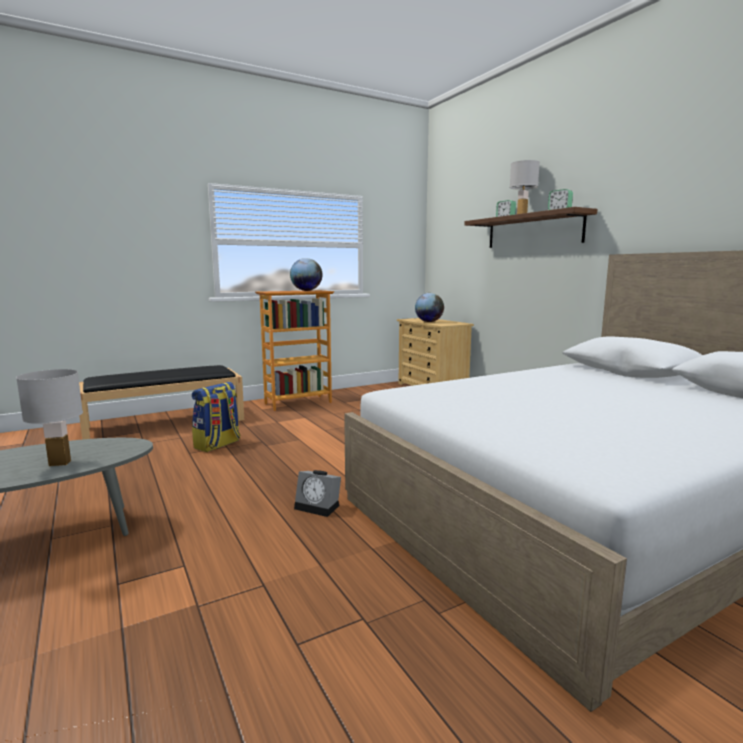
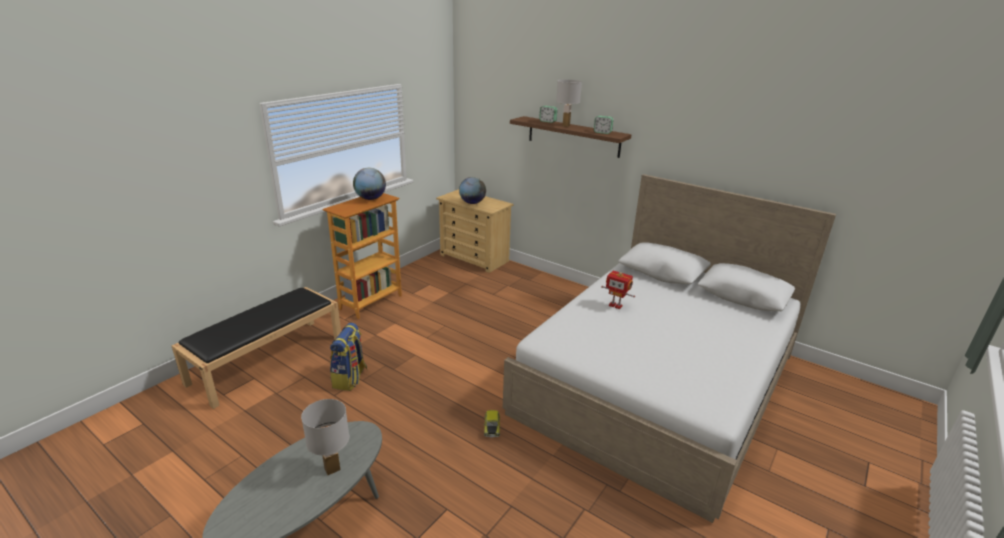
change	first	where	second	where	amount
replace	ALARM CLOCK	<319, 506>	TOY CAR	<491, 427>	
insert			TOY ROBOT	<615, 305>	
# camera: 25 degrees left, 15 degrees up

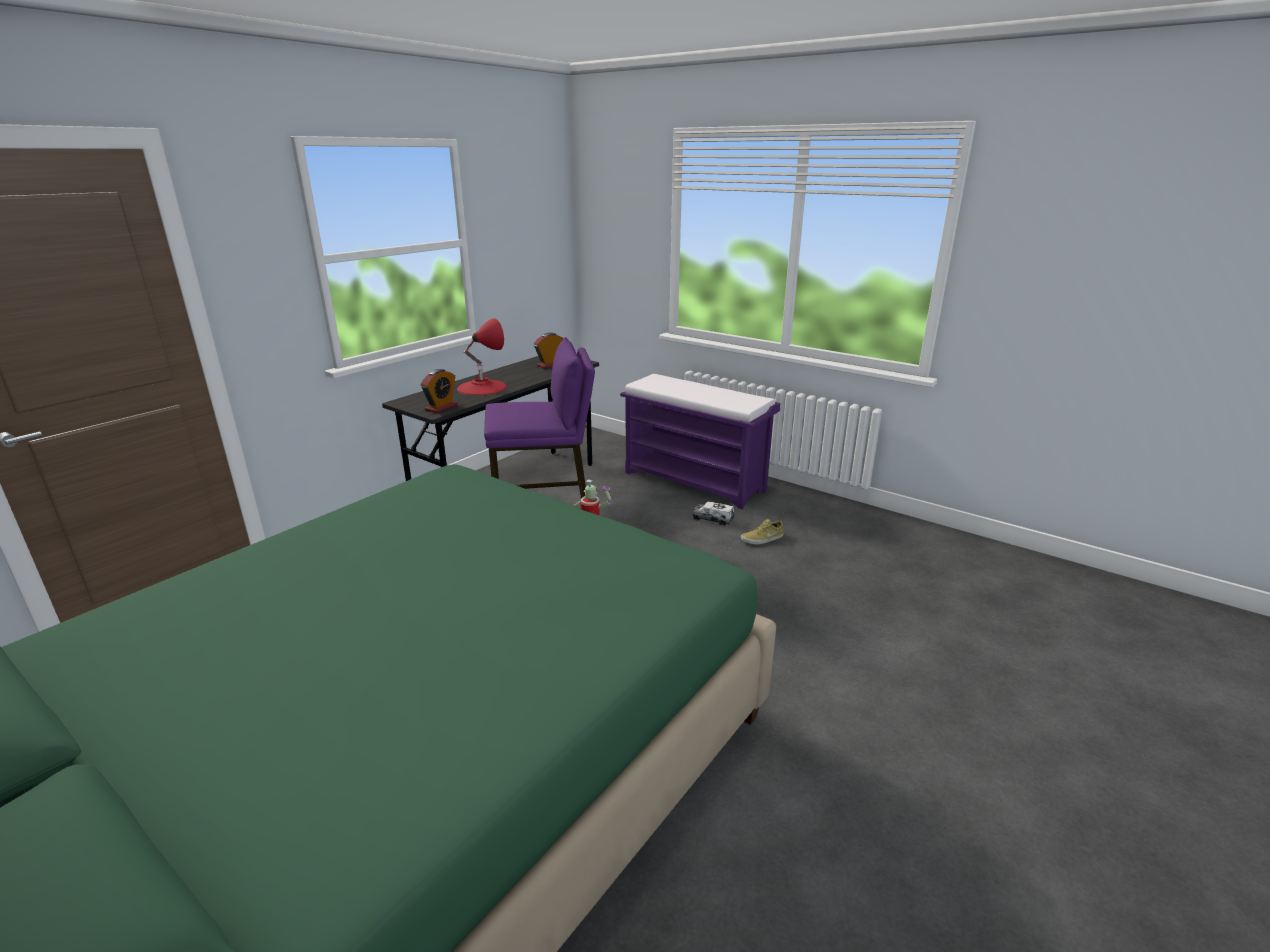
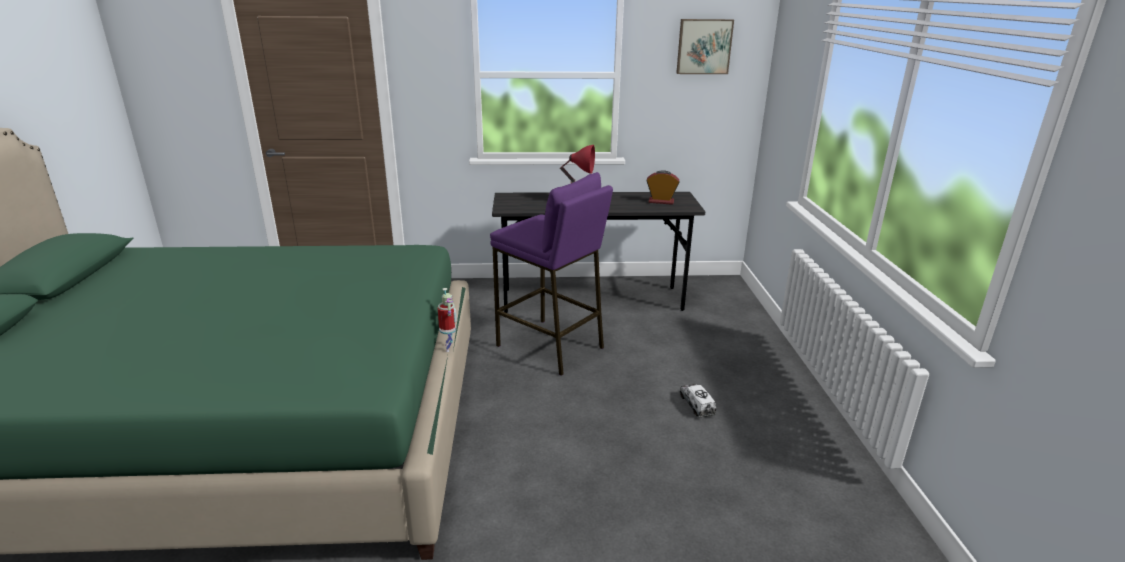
change	first	where	second	where	amount
delete	ALARM CLOCK	<441, 407>			
delete	PURPLE BENCH	<695, 481>			
delete	BEIGE SHOE	<762, 539>			
insert			PICTURE	<704, 46>	
# camera: 50 degrees right, 0 degrees up

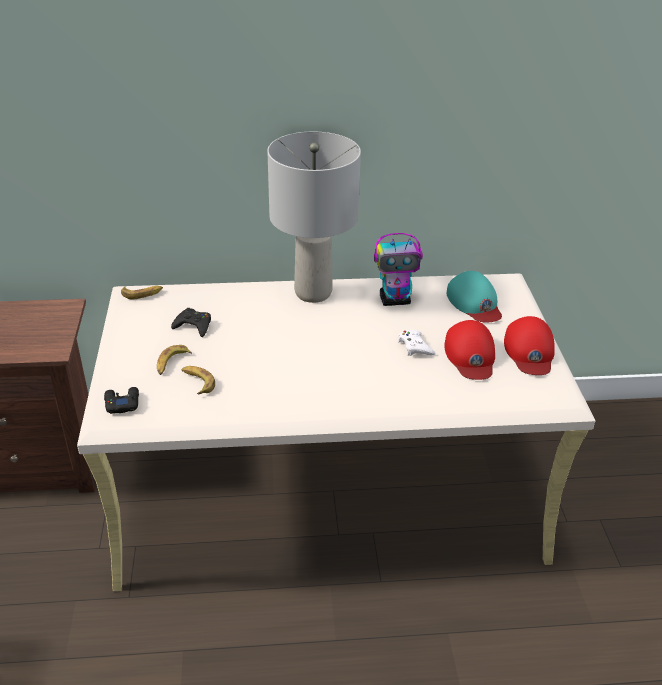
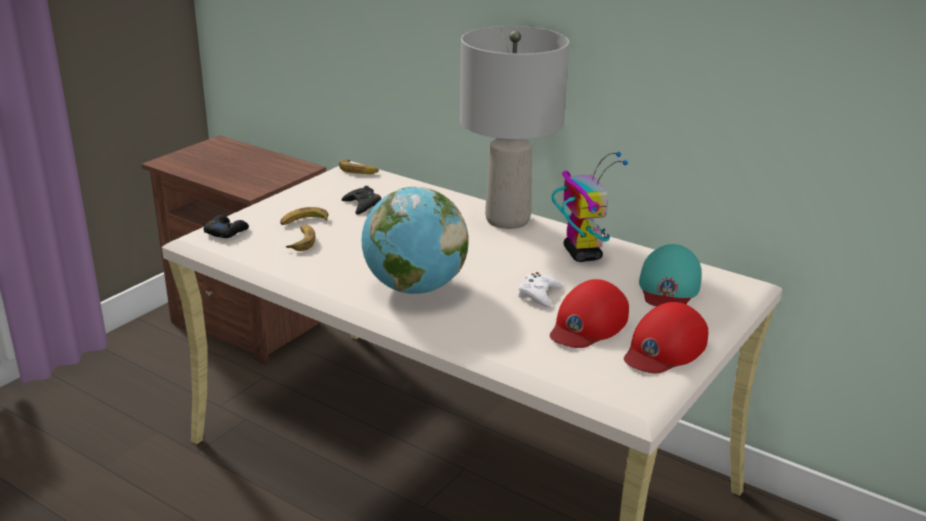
change	first	where	second	where	amount
rotate	TOY ROBOT	<395, 300>		<581, 254>	135 degrees counterclockwise
insert			GLOBE	<414, 288>	
# camera: 40 degrees right, 10 degrees down

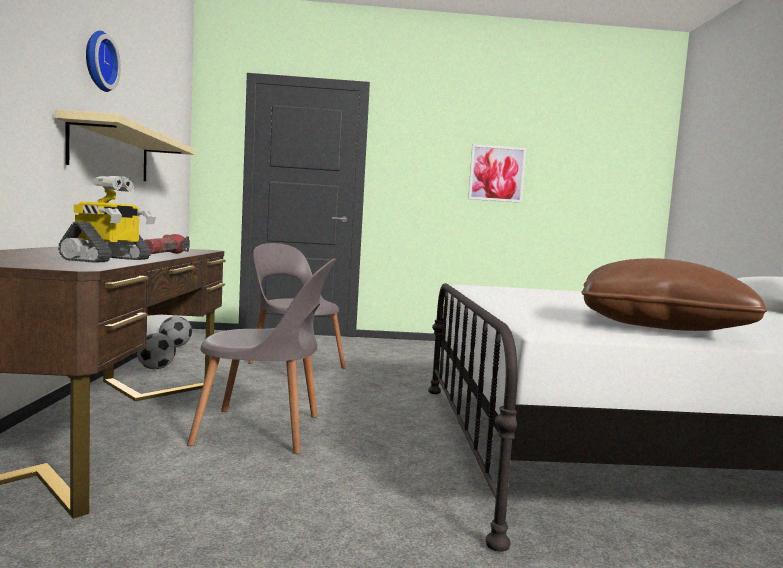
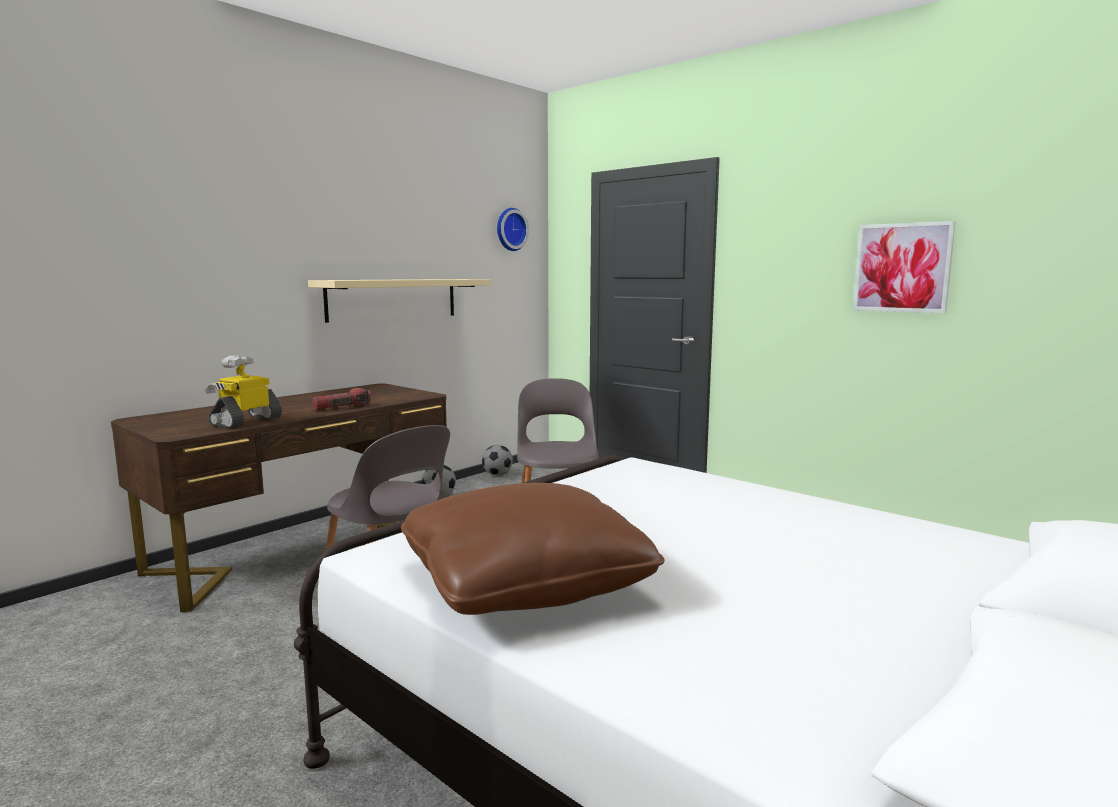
change	first	where	second	where	amount
rotate	TOY ROBOT	<108, 260>		<246, 421>	150 degrees clockwise
move	WALL CLOCK	<98, 61>		<510, 229>	
# camera: 45 degrees right, 5 degrees up

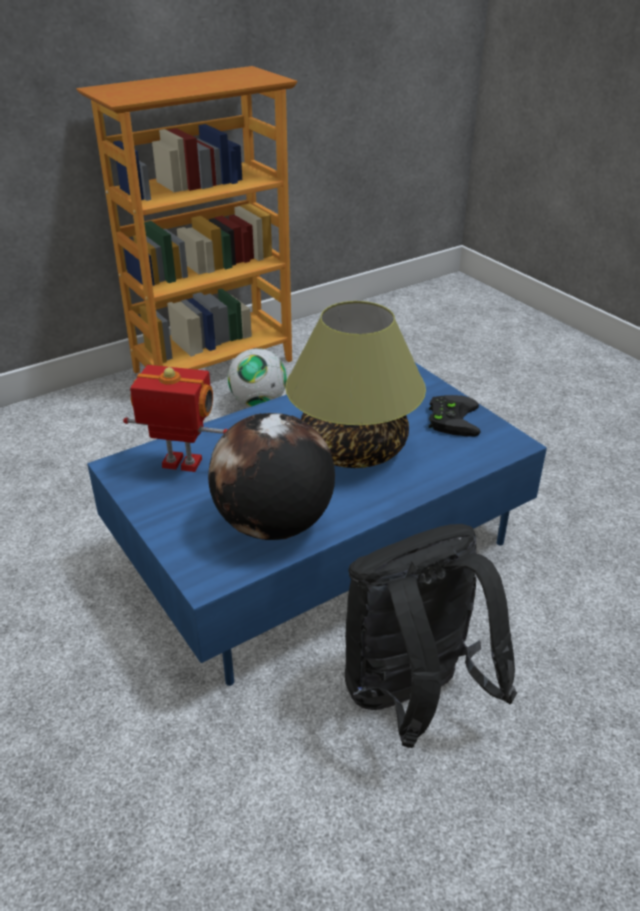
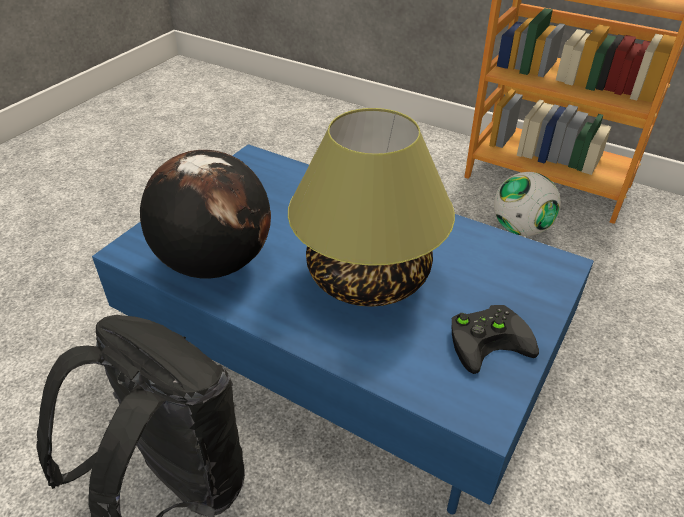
change	first	where	second	where	amount
delete	TOY ROBOT	<181, 465>			
# camera: 65 degrees right, 5 degrees up

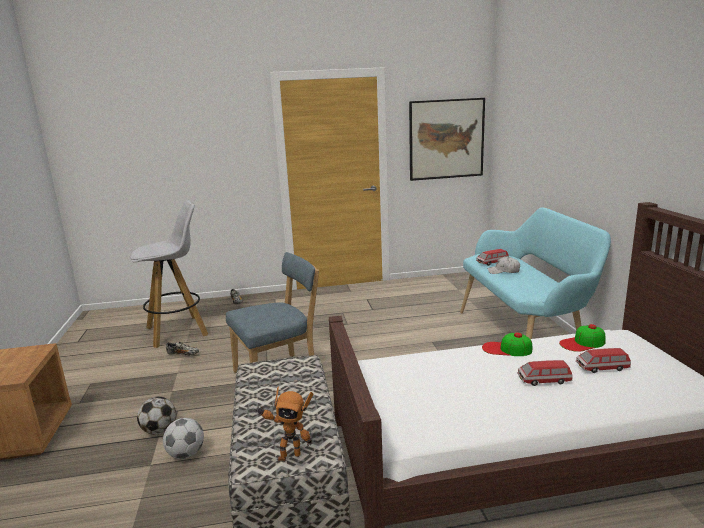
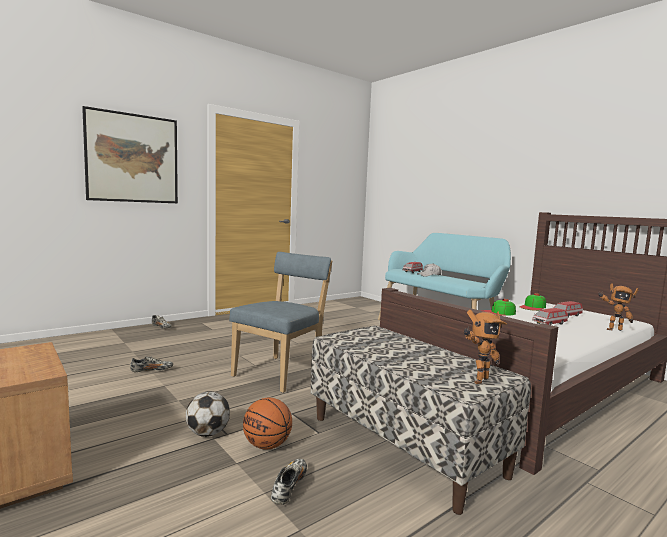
change	first	where	second	where	amount
delete	WHITE STOOL	<178, 331>			
replace	FOOTBALL	<186, 454>	BASKETBALL	<267, 445>	
move	PICTURE	<446, 139>		<132, 158>	
insert			SHOE	<289, 487>	
insert			TOY ROBOT	<613, 329>	
# camera: 30 degrees left, 10 degrees down

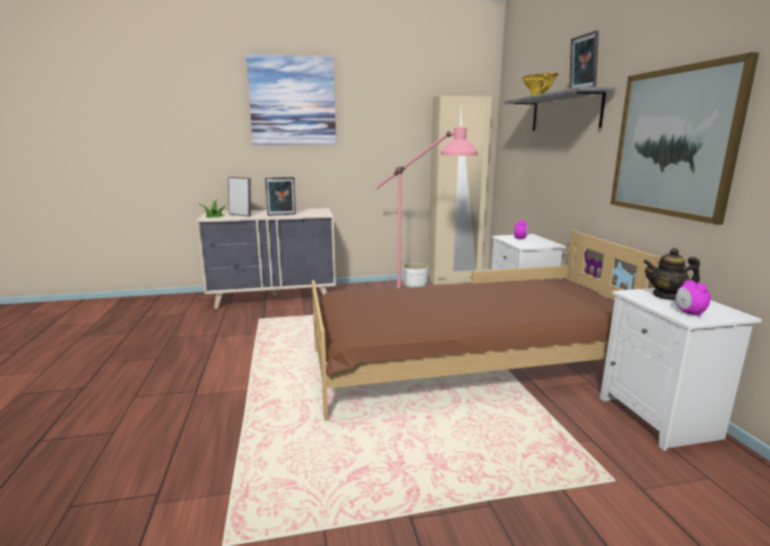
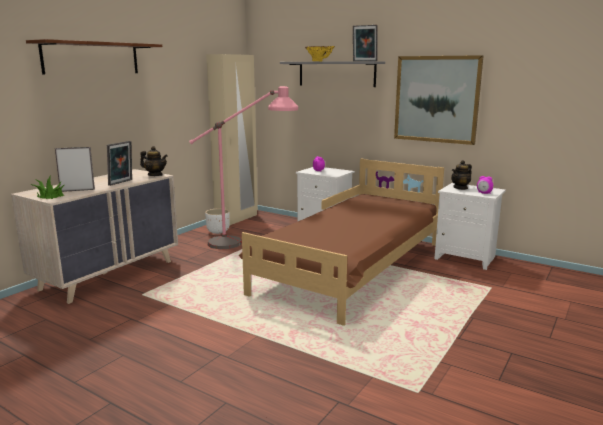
change	first	where	second	where	amount
replace	PICTURE	<292, 101>	BROWN SHELF	<92, 58>	
insert			TEAPOT	<155, 175>	
# camera: 45 degrees left, 0 degrees up

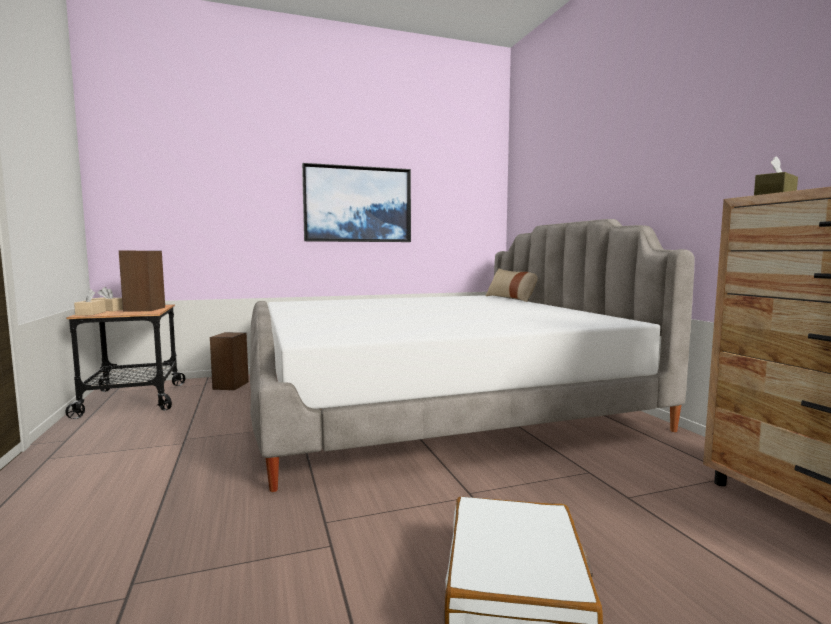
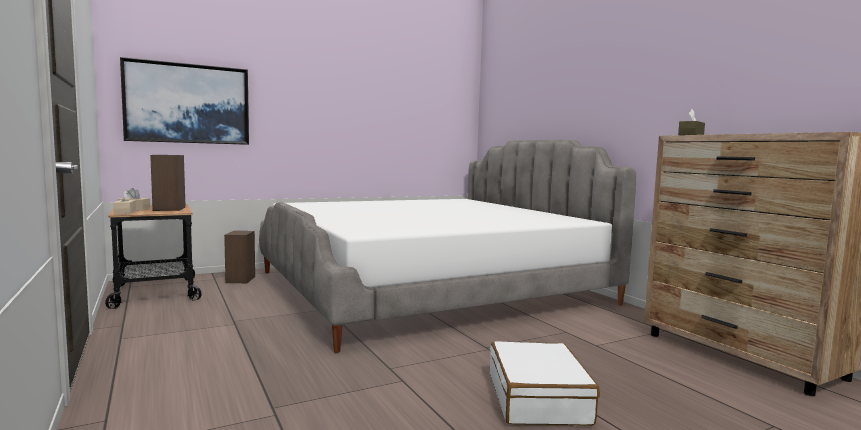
change	first	where	second	where	amount
move	PICTURE	<357, 204>		<188, 104>	
delete	BEIGE PILLOW	<511, 298>			
# camera: 10 degrees left, 0 degrees up

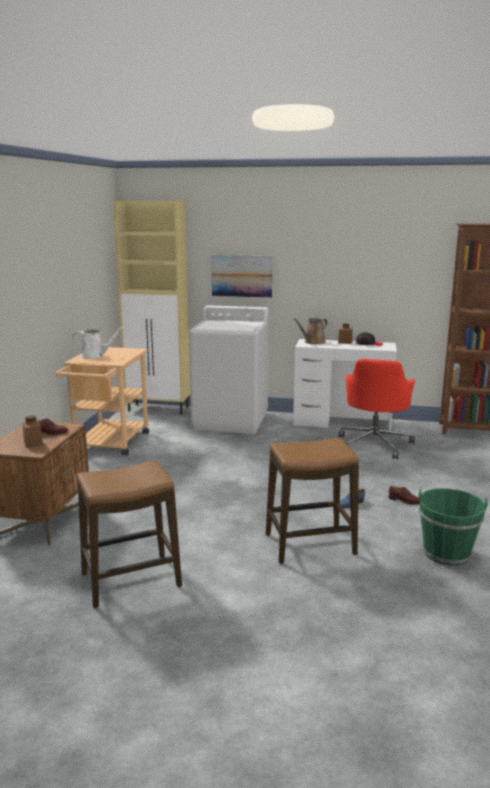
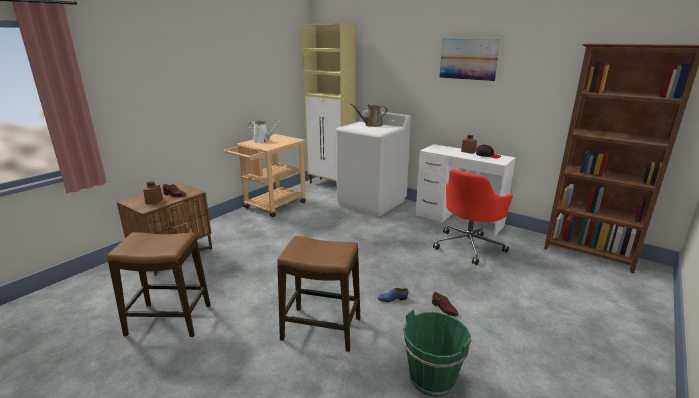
change	first	where	second	where	amount
move	PICTURE	<241, 276>		<468, 59>	
move	BROWN WATERING CAN	<313, 342>		<372, 125>	
# camera: 25 degrees right, 5 degrees up

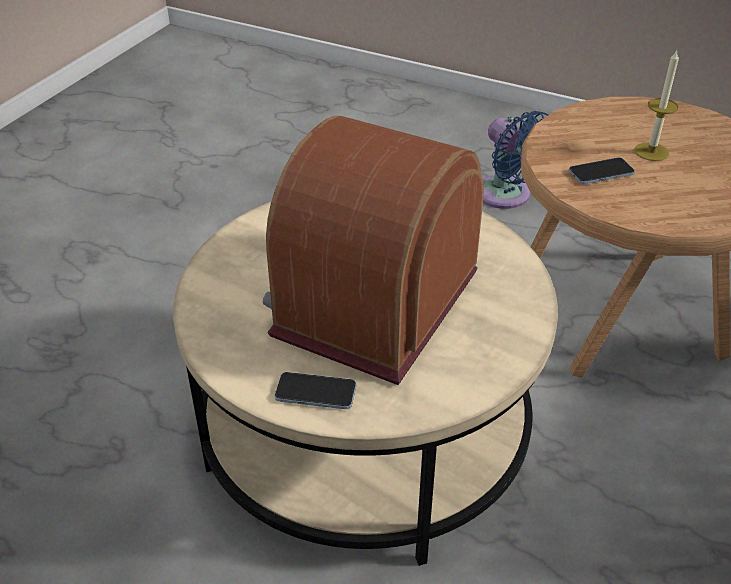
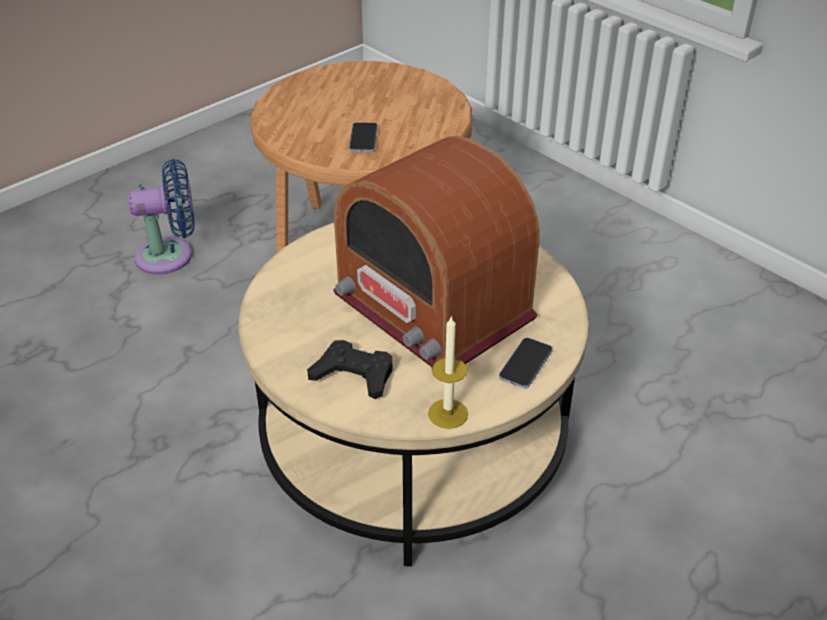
change	first	where	second	where	amount
move	CANDLE	<651, 152>		<448, 413>	
insert			BLACK GAME CONTROLLER	<354, 375>	
# camera: 70 degrees left, 0 degrees up

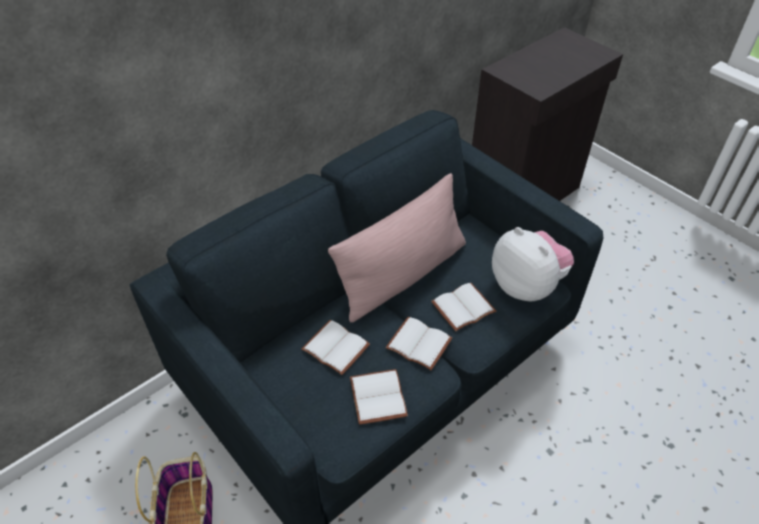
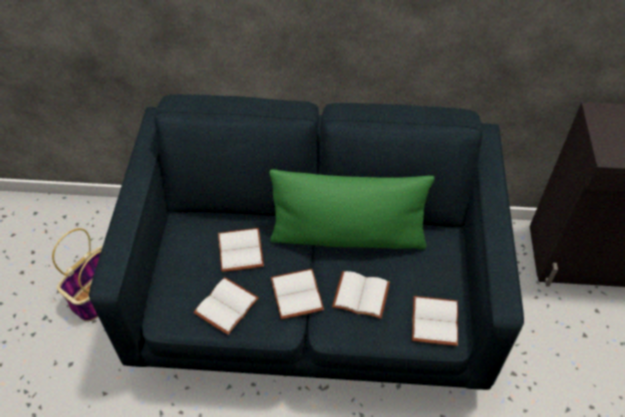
change	first	where	second	where	amount
recolor	PINK PILLOW	<403, 275>	GREEN PILLOW	<348, 236>	
replace	PLUSH TOY	<526, 286>	WHITE BOOK	<433, 320>	
# camera: 45 degrees right, 5 degrees up

